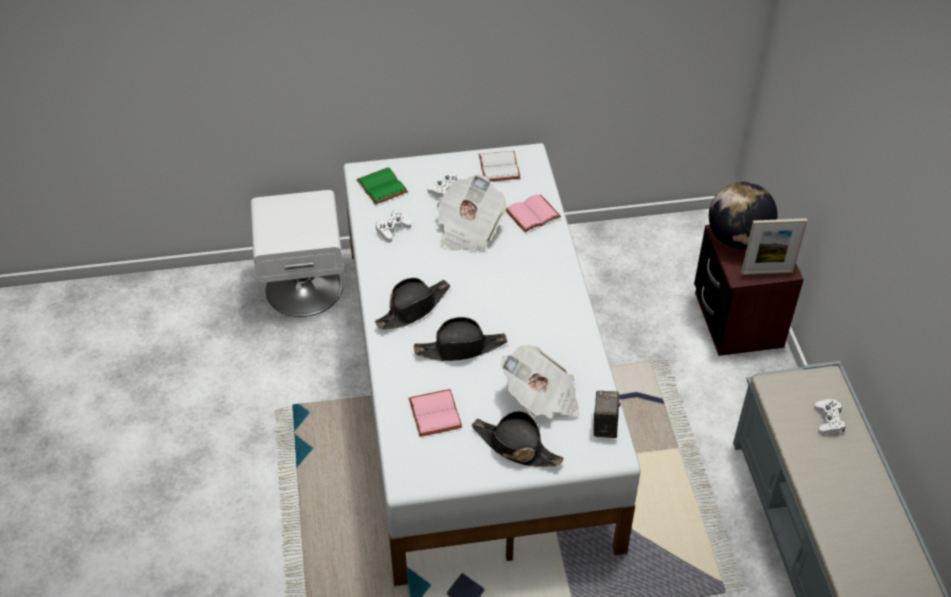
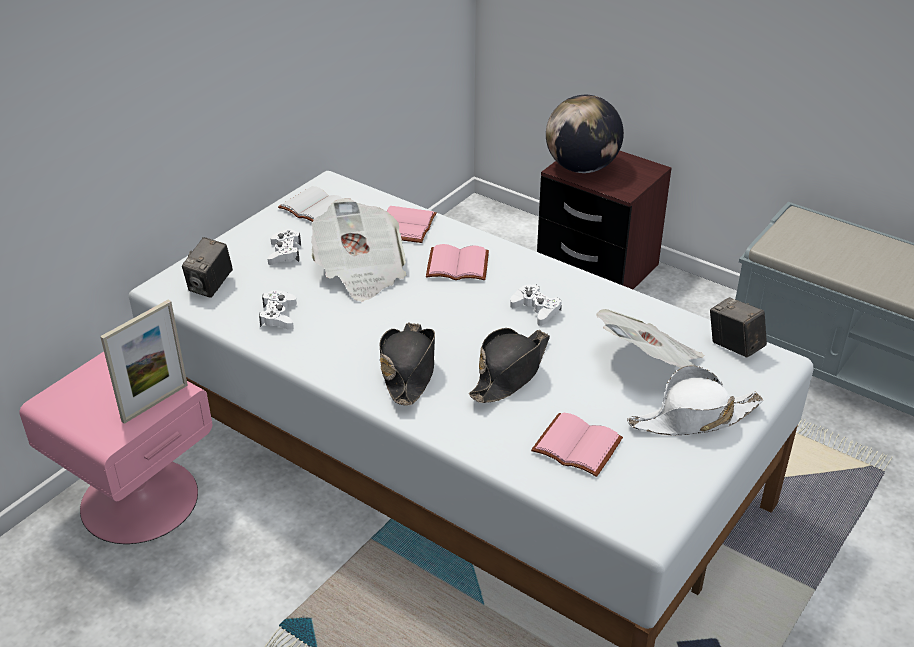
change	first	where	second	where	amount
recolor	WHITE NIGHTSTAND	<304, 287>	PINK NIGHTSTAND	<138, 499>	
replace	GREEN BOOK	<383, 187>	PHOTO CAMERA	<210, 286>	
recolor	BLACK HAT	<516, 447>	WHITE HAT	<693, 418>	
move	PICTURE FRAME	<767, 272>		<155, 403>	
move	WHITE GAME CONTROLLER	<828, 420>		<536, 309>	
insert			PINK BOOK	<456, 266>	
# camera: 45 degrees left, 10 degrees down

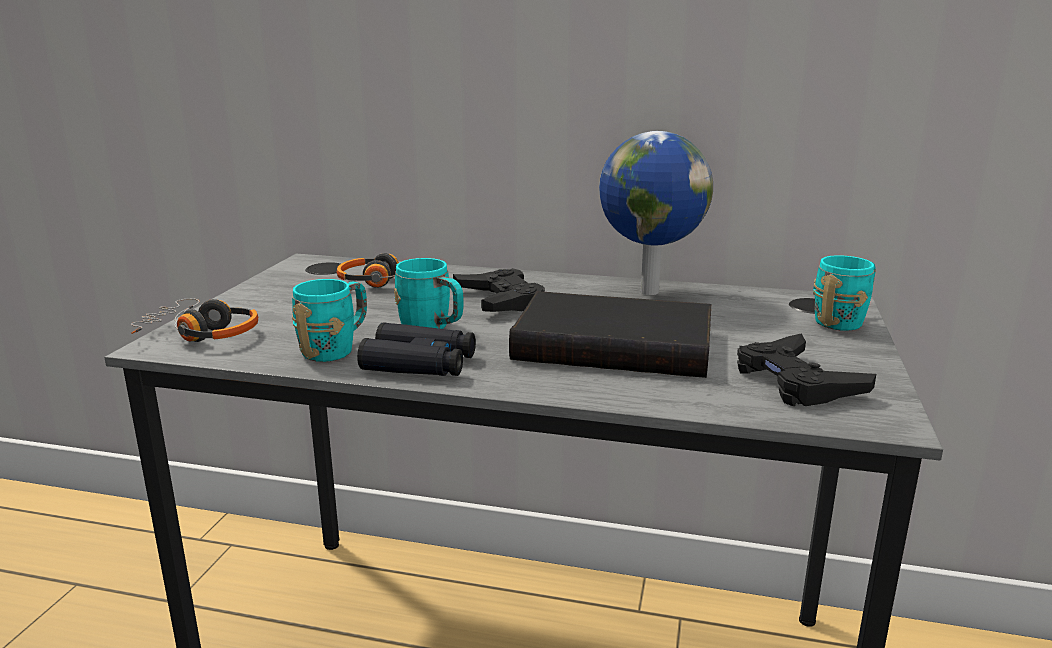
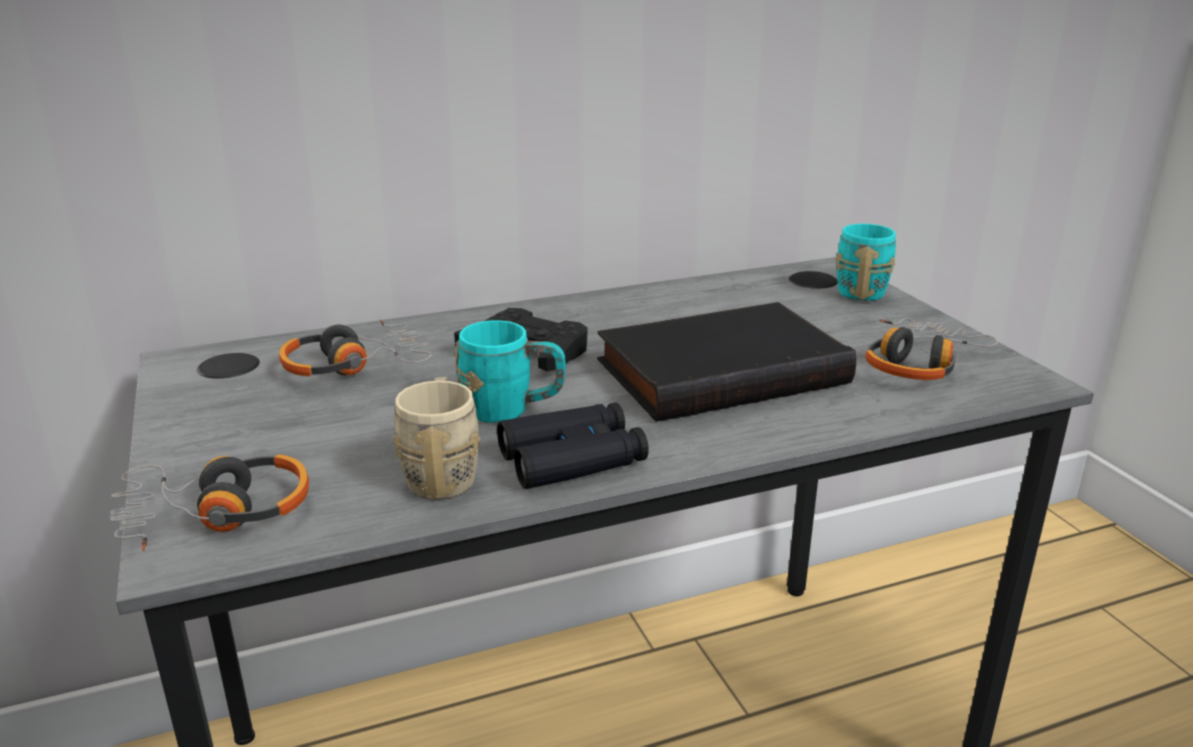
change	first	where	second	where	amount
recolor	TURQUOISE MUG	<336, 348>	BEIGE MUG	<442, 473>	
delete	GLOBE	<647, 291>			
replace	BLACK GAME CONTROLLER	<796, 381>	HEADPHONES	<919, 363>	
# camera: 35 degrees left, 5 degrees up

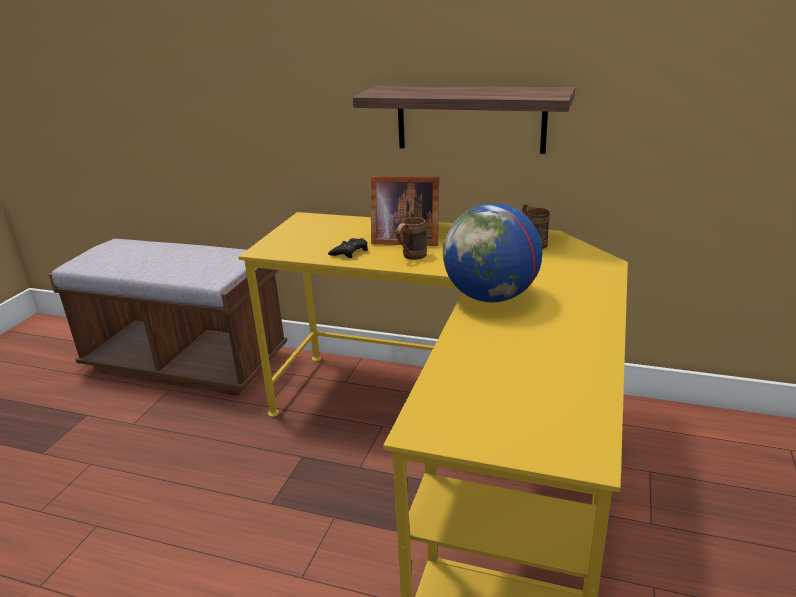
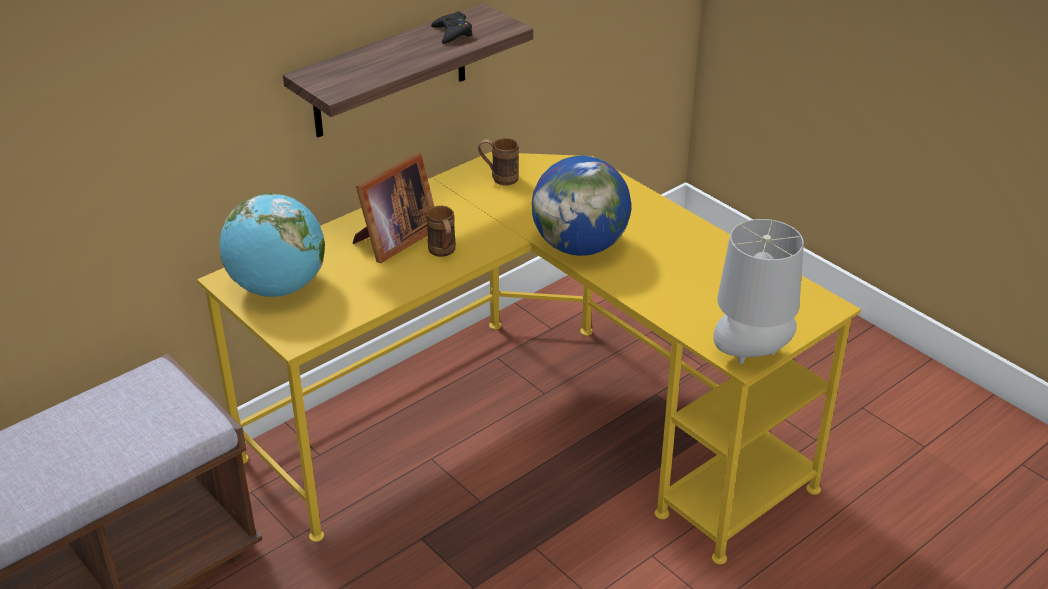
change	first	where	second	where	amount
move	BLACK GAME CONTROLLER	<350, 252>		<452, 33>	
insert			GLOBE	<278, 288>	
insert			GREY TABLE LAMP	<750, 357>	
# camera: 60 degrees left, 10 degrees up

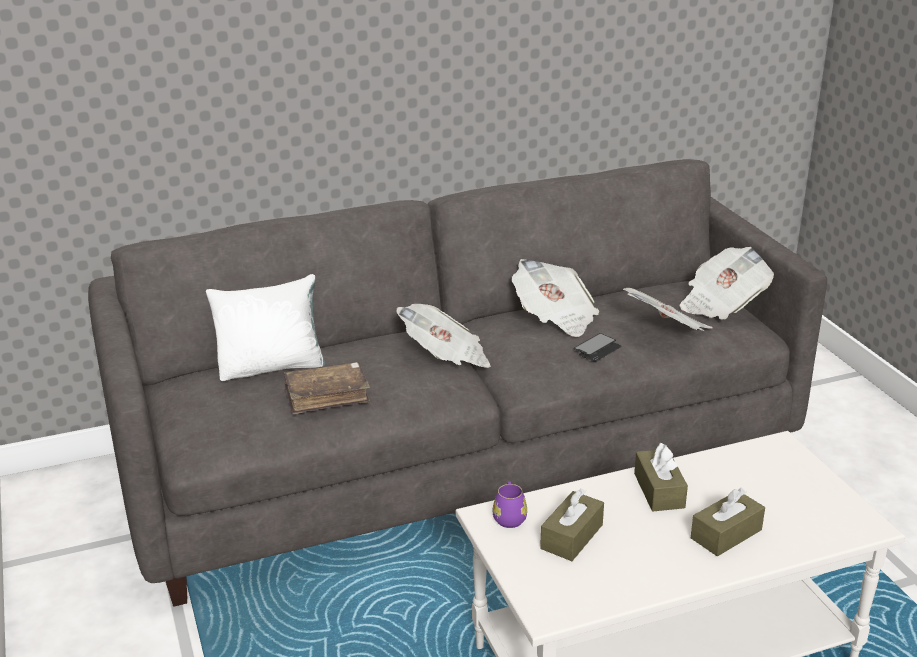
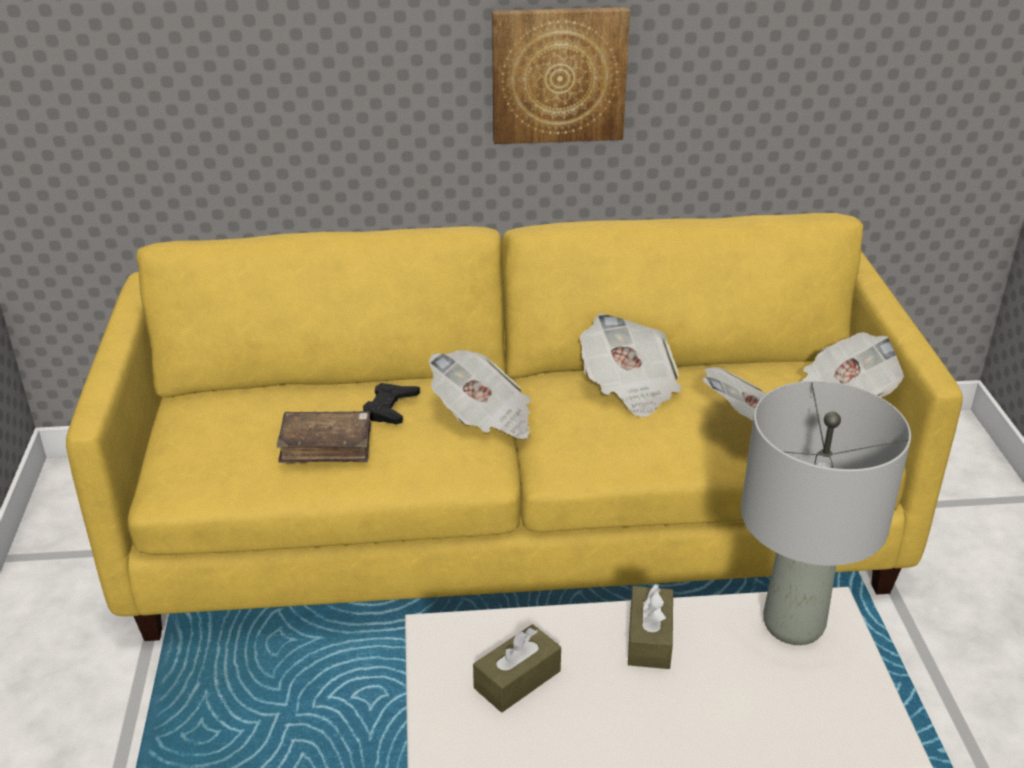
change	first	where	second	where	amount
recolor	GREY SOFA	<460, 458>	YELLOW SOFA	<512, 524>	
delete	WHITE PILLOW	<272, 367>			
delete	PURPLE MUG	<509, 516>			
delete	PHONE	<597, 349>			
delete	BROWN TISSUE BOX	<726, 534>			
insert			BLACK GAME CONTROLLER	<390, 408>	
insert			PICTURE	<558, 75>	
insert			GREY TABLE LAMP	<792, 624>	
# camera: 15 degrees right, 5 degrees up

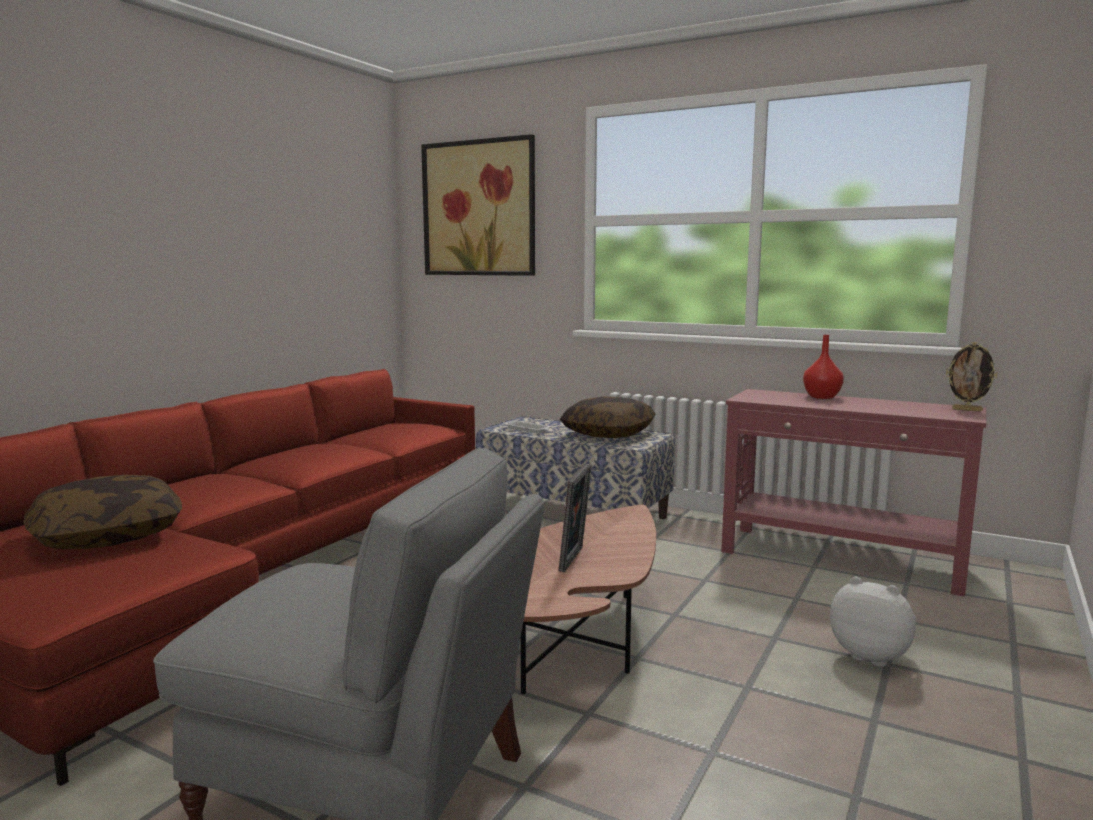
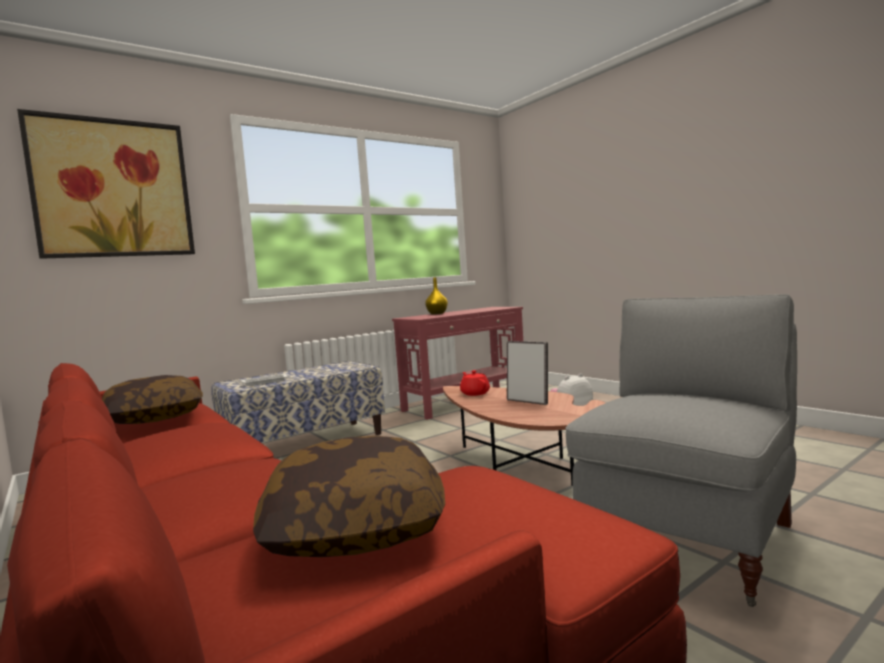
change	first	where	second	where	amount
move	PILLOW	<608, 433>		<153, 418>	
recolor	RED VASE	<822, 397>	YELLOW VASE	<437, 313>	
delete	PICTURE FRAME	<967, 410>			
insert			RED TEAPOT	<475, 393>	
# camera: 65 degrees left, 5 degrees down

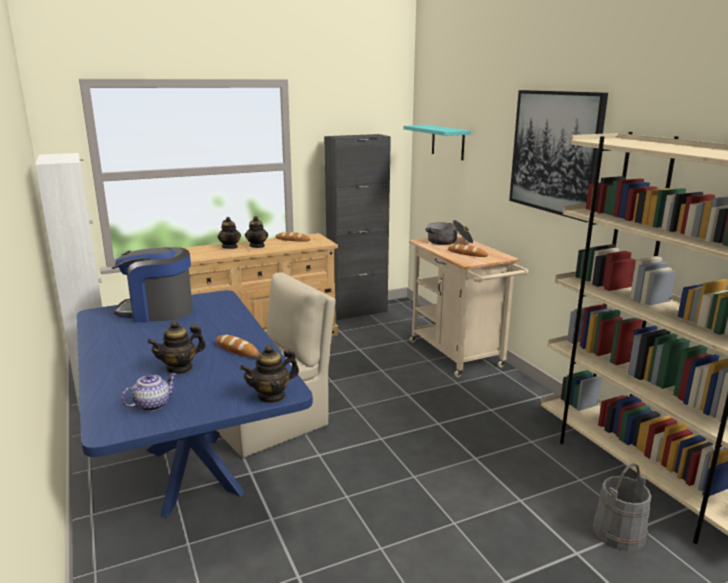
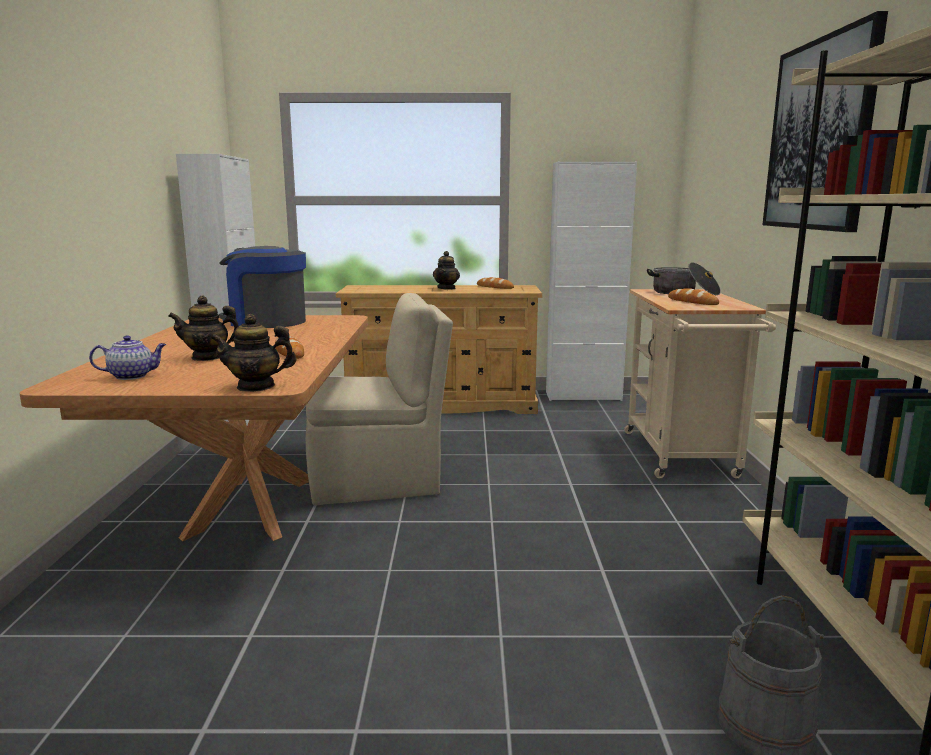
change	first	where	second	where	amount
recolor	BLUE DINING TABLE	<192, 471>	BROWN DINING TABLE	<251, 506>	
delete	TEAPOT	<230, 247>			
recolor	BLACK CABINET	<357, 312>	WHITE CABINET	<583, 396>	
delete	TURQUOISE SHELF	<448, 142>			
# camera: 25 degrees right, 5 degrees down

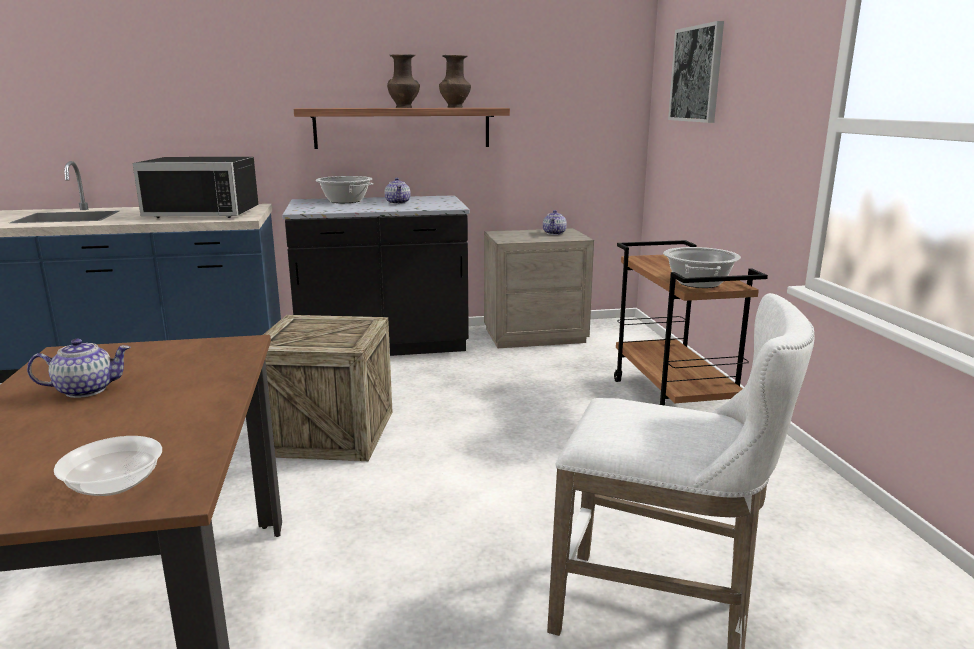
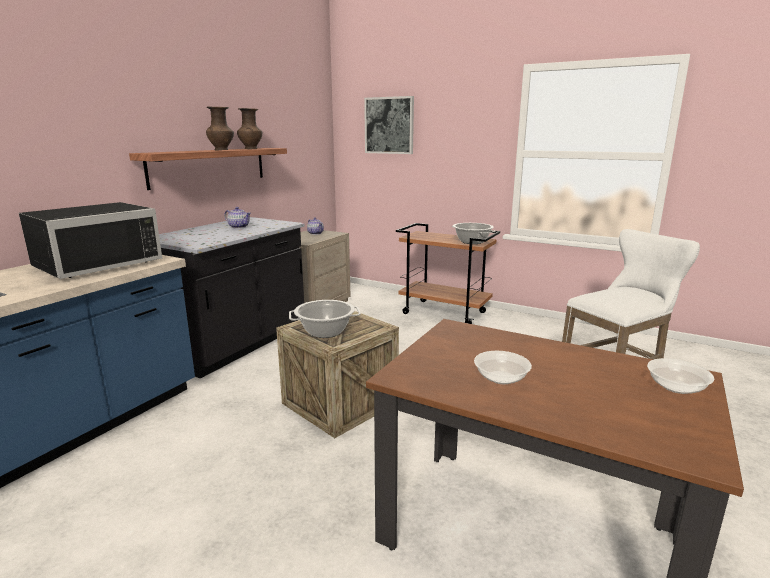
change	first	where	second	where	amount
replace	TEAPOT	<85, 390>	BOWL	<500, 378>	
move	COOKING POT	<345, 201>		<325, 332>	
# camera: 50 degrees left, 0 degrees up

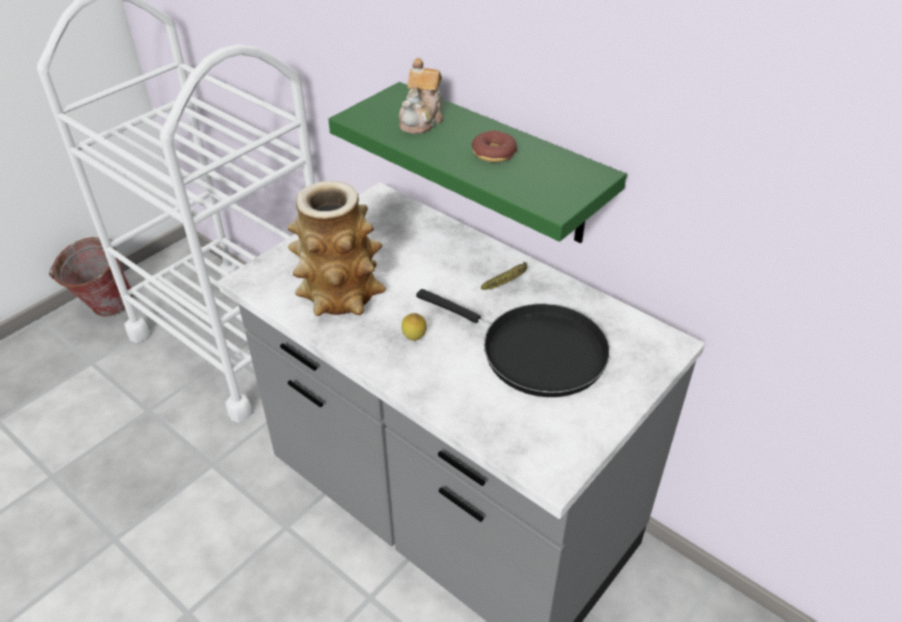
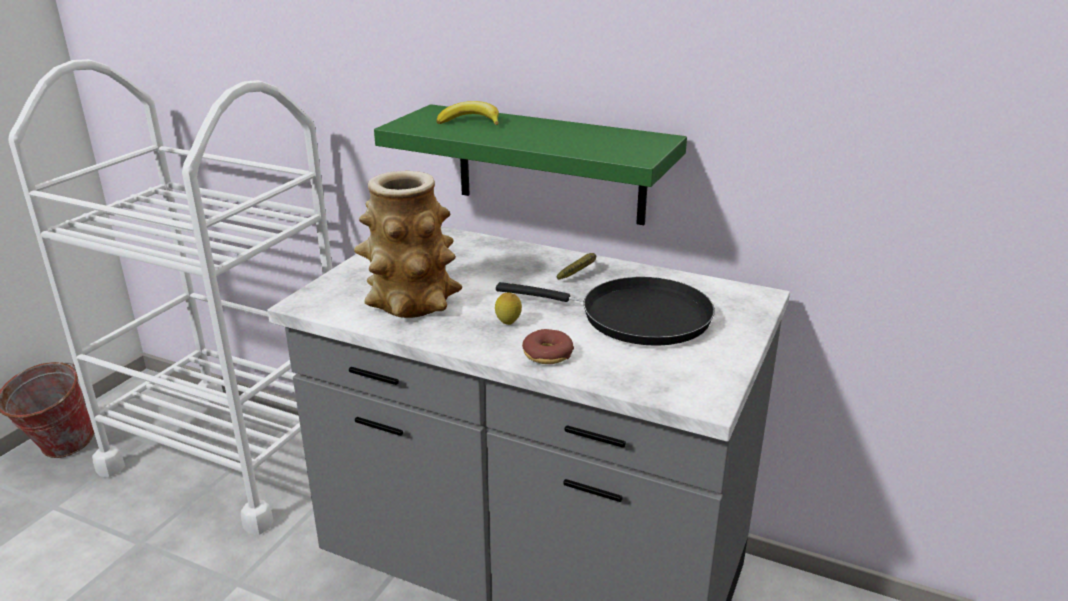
change	first	where	second	where	amount
replace	TEAPOT	<422, 120>	BANANA	<470, 122>	
move	DONUT	<493, 153>		<547, 354>	
# camera: 15 degrees left, 15 degrees down

